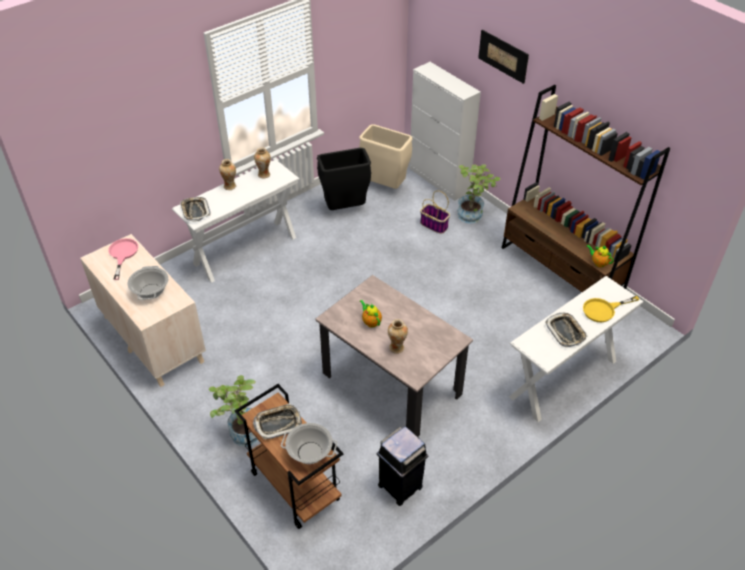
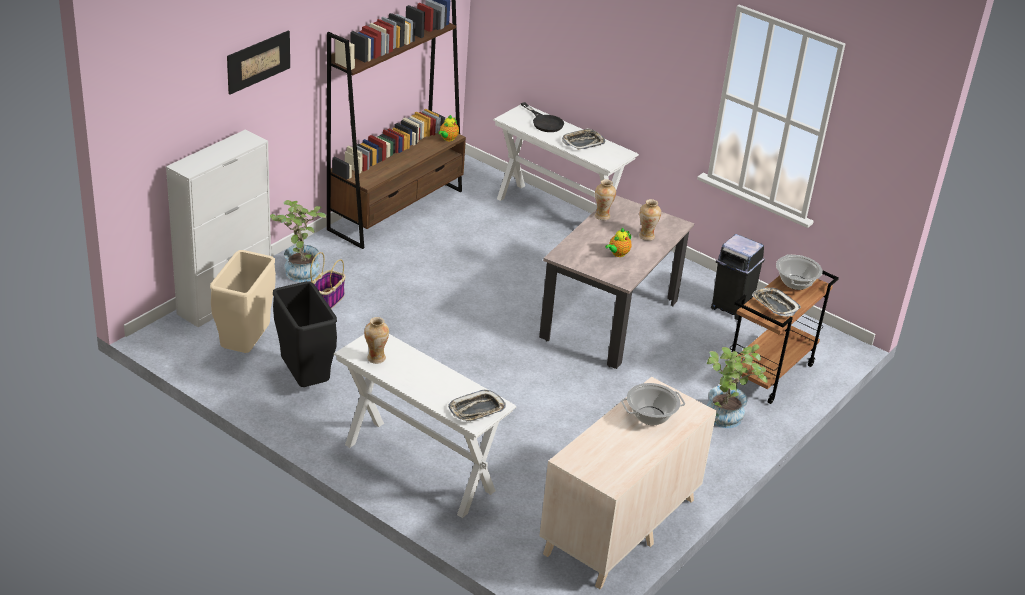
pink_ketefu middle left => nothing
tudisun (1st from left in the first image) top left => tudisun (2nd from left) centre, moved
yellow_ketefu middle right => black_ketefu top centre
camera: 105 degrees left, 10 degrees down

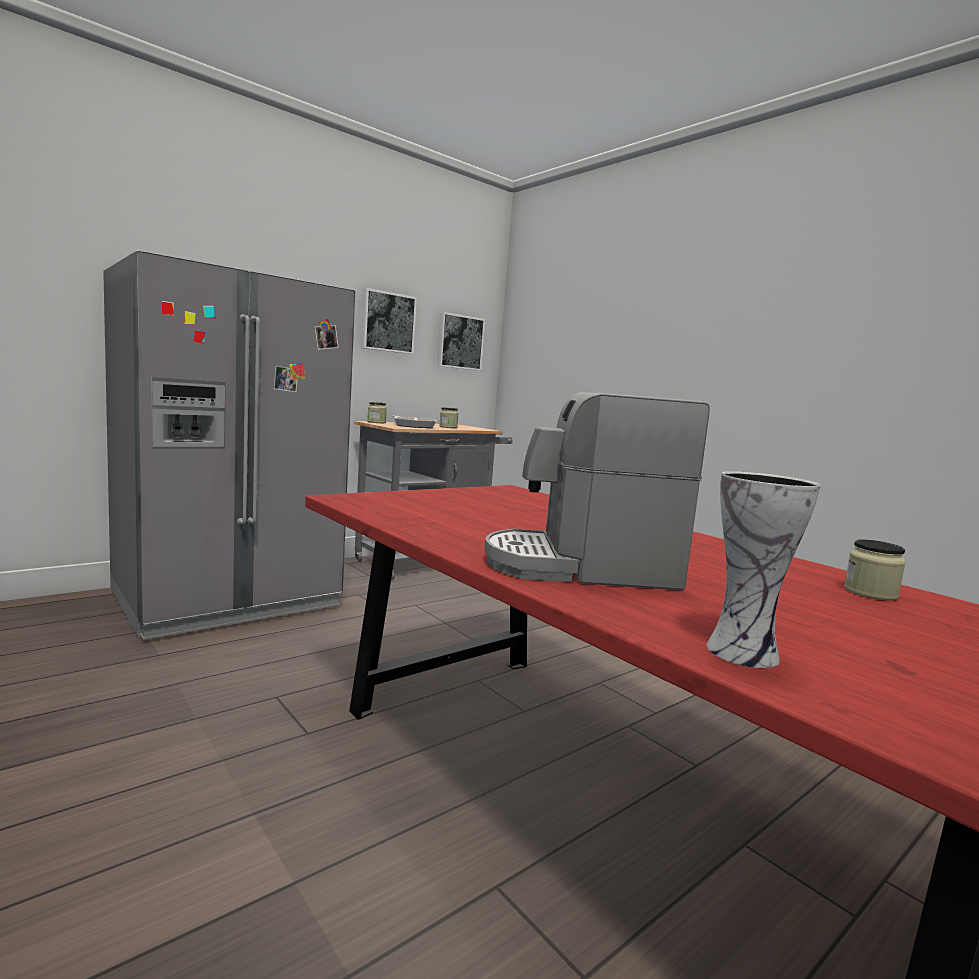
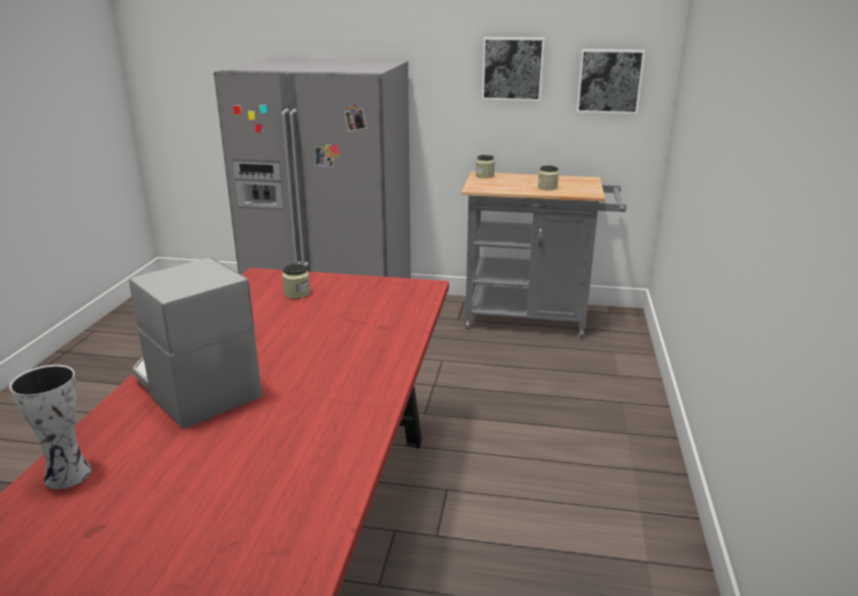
ketefu centre => nothing
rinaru (3rd from left in the first image) middle right => rinaru (1st from left) centre, moved
camera: 50 degrees right, 15 degrees up

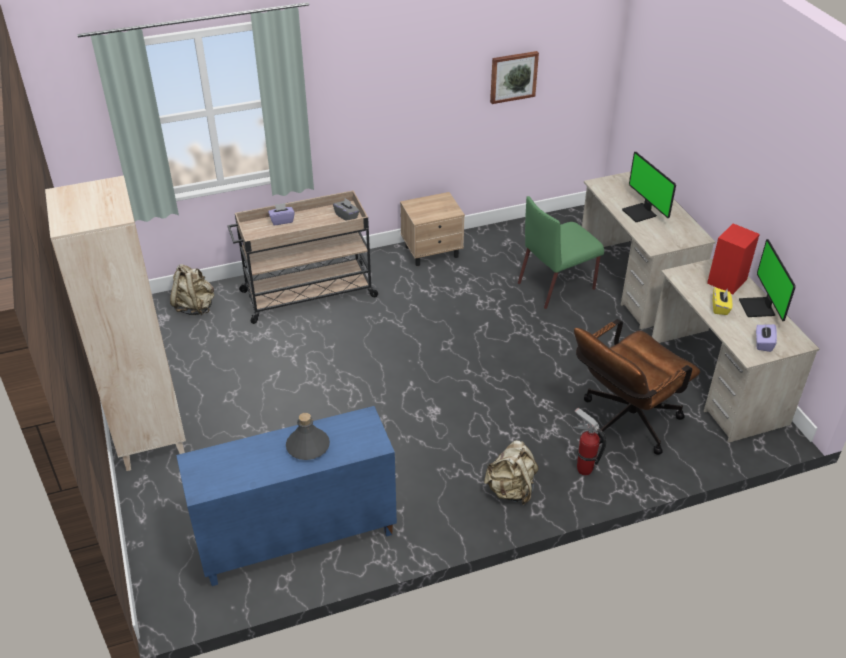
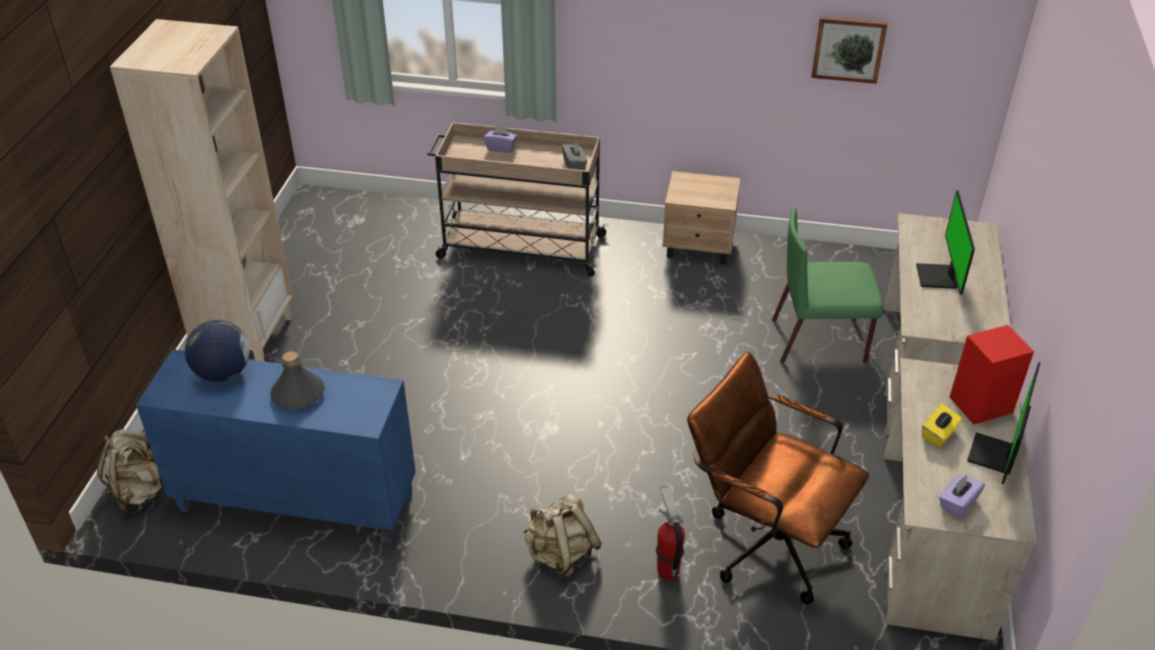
nothing => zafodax middle left
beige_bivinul (1st from left) middle left => beige_bivinul (1st from left) bottom left, moved
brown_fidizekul middle right => brown_fidizekul bottom right, 45 degrees clockwise
camera: 30 degrees right, 0 degrees up

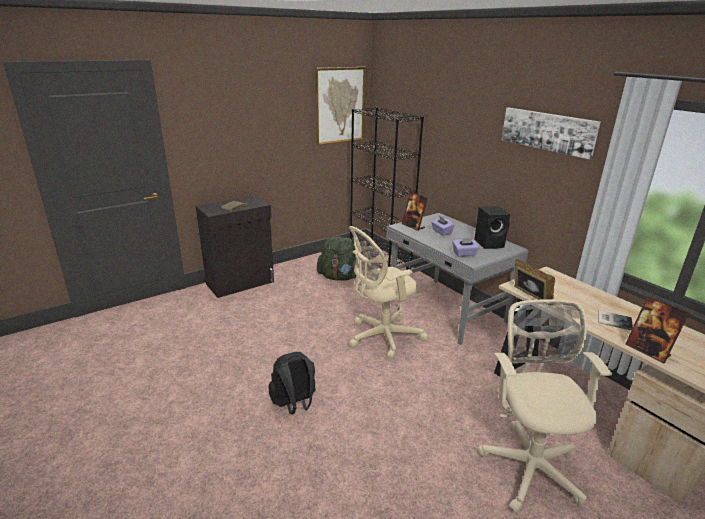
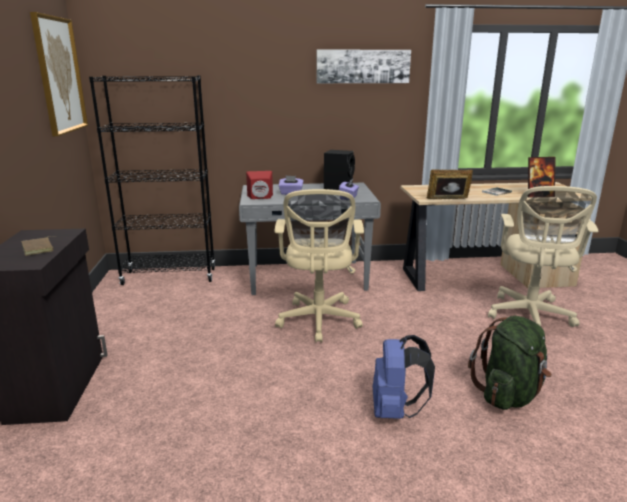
green_bivinul centre => green_bivinul bottom right, moved
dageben (1st from left) centre => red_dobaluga centre
black_bivinul bottom centre => blue_bivinul bottom centre
beige_fidizekul (2nd from left) bottom right => beige_fidizekul (2nd from left) middle right, 105 degrees counterclockwise
camera: 60 degrees left, 5 degrees down

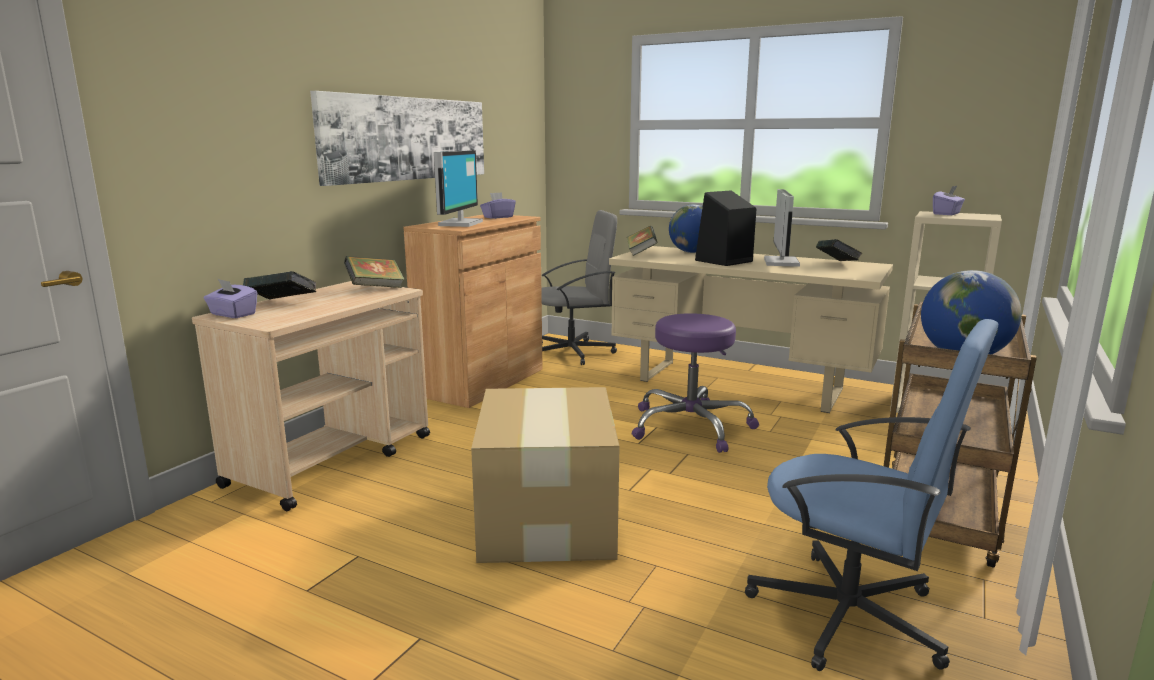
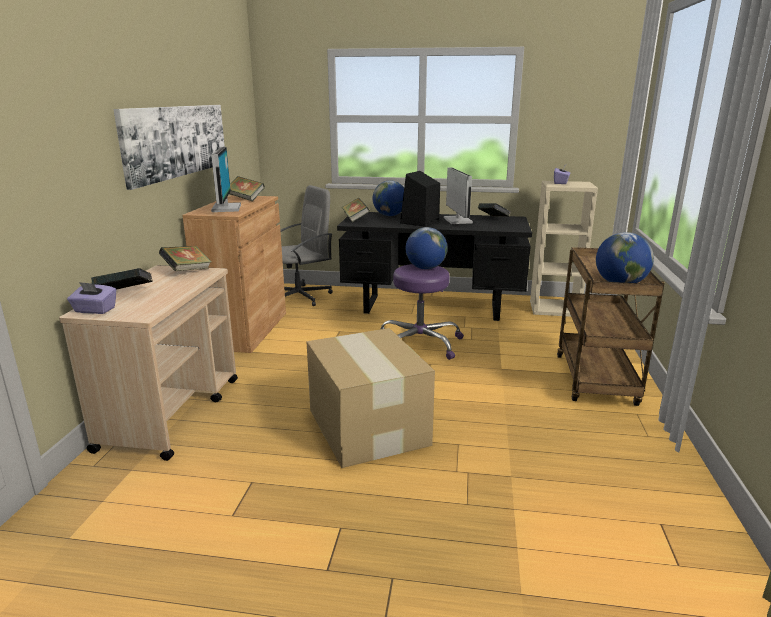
blue_fidizekul bottom right => nothing
nothing => zafodax (2nd from left) centre
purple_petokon (2nd from left) top centre => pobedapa (3rd from left) top left
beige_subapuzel centre => black_subapuzel centre
camera: 20 degrees left, 5 degrees up

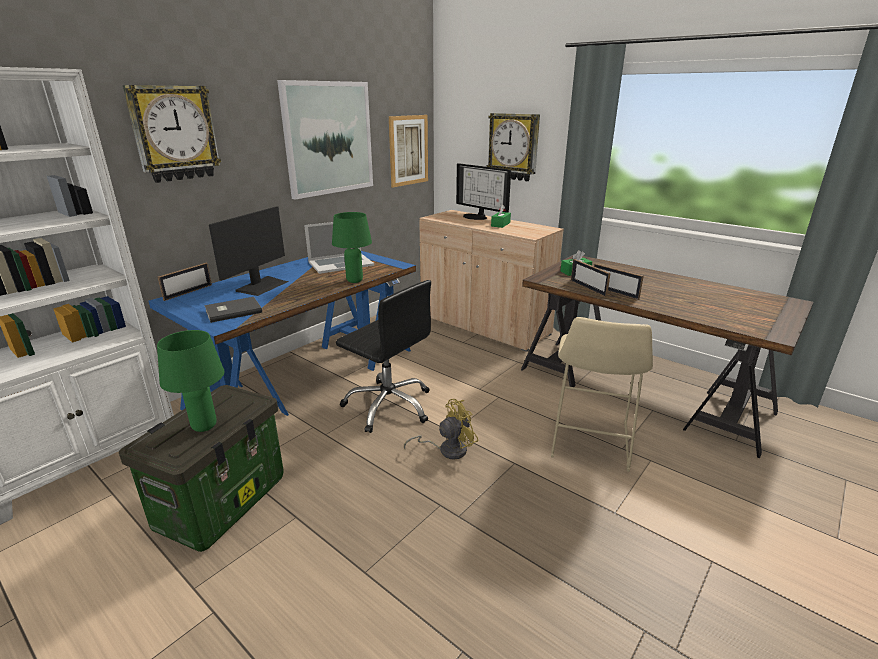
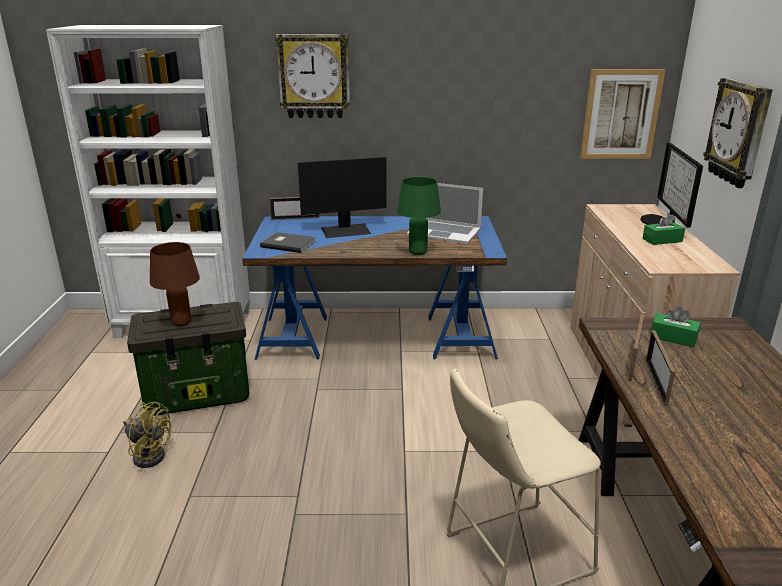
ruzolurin (1st from left) top centre => nothing
black_fidizekul centre => nothing
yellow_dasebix centre => yellow_dasebix bottom left, moved
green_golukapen (1st from left) middle left => brown_golukapen middle left
camera: 50 degrees right, 0 degrees up

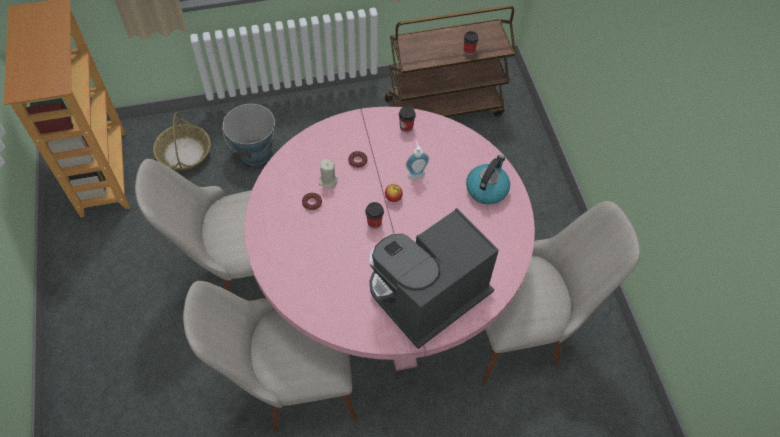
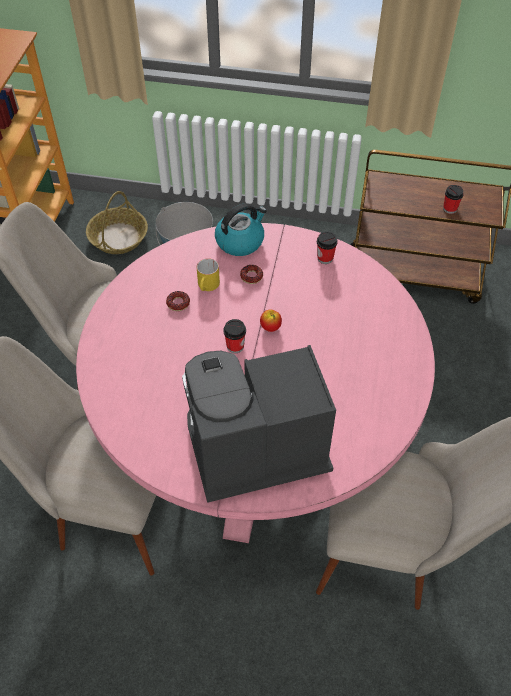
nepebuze centre => nothing
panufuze centre => panufuze top centre, moved
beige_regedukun centre => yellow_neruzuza centre
camera: 25 degrees right, 5 degrees down

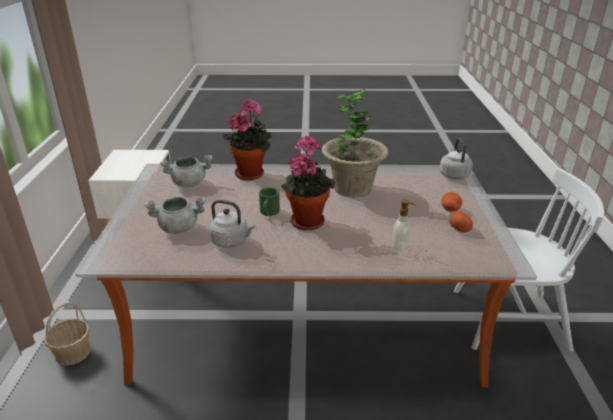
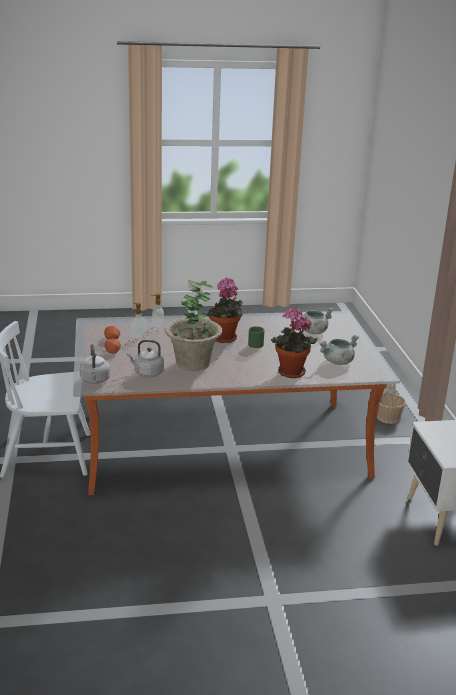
nothing => nepebuze (1st from left) middle left
grey_panufuze (1st from left in the first image) centre => grey_panufuze (2nd from left) middle left, moved
camera: 170 degrees right, 5 degrees down

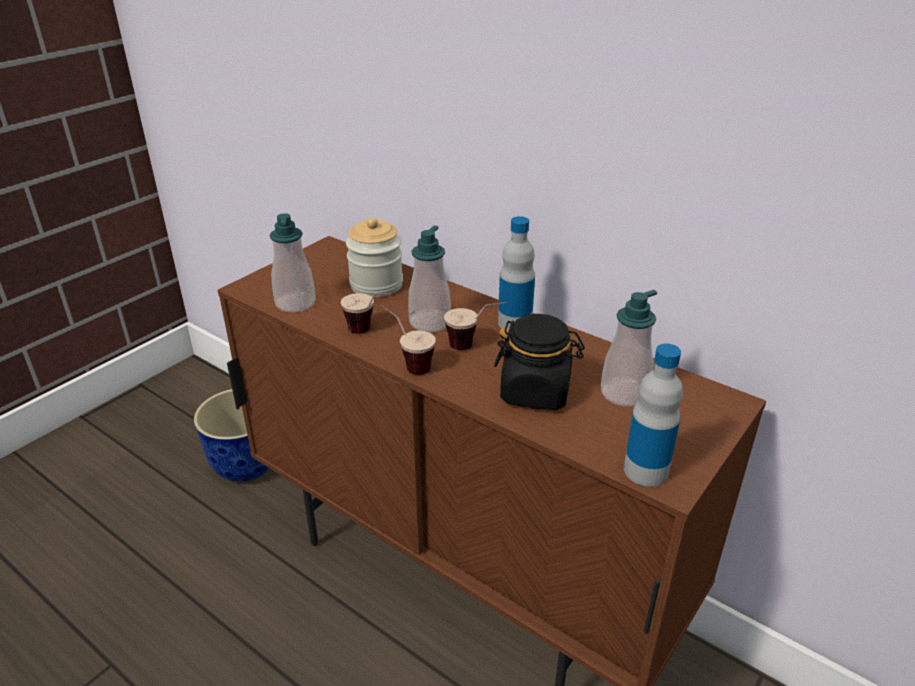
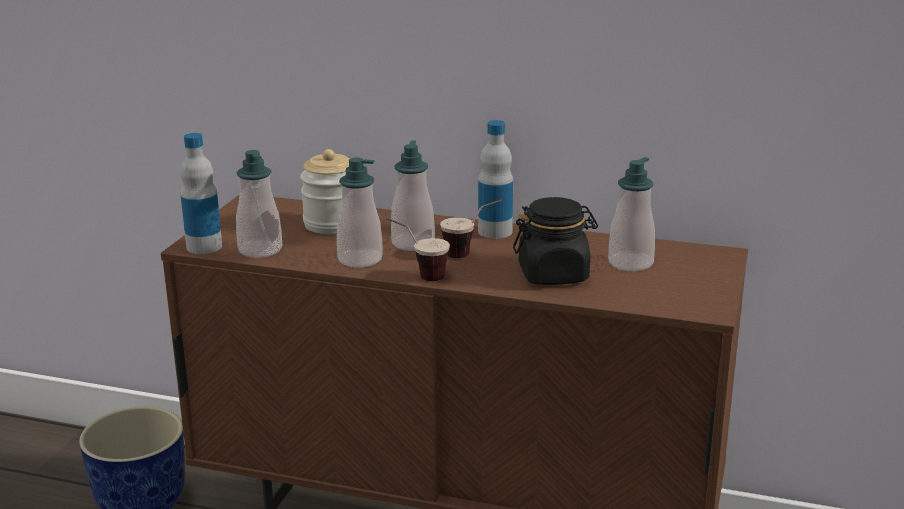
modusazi (2nd from left in the first image) middle right => modusazi (1st from left) middle left, moved
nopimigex (1st from left) centre => nepebuze (2nd from left) centre
camera: 20 degrees left, 10 degrees down

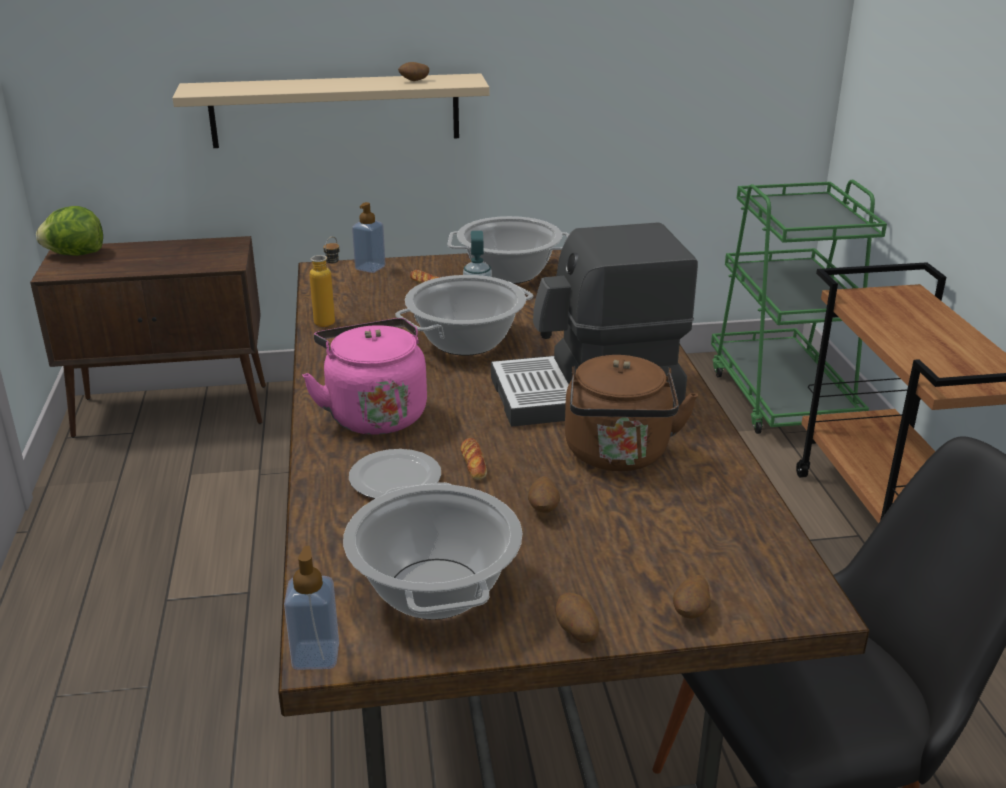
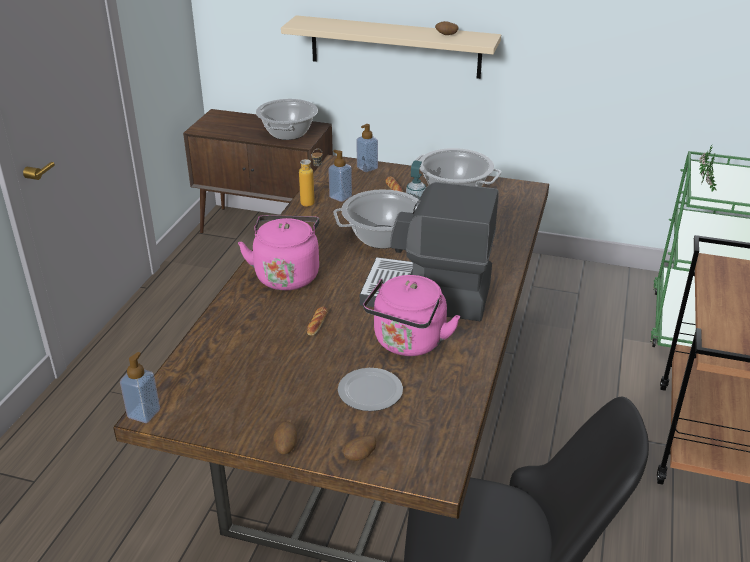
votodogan top left => nothing
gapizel (2nd from left) centre => nothing
nothing => nepebuze (2nd from left) top centre
nothing => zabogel top right
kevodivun (1st from left) bottom centre => kevodivun (1st from left) top centre, moved
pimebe centre => pimebe bottom centre, moved
brown_panufuze centre => pink_panufuze (2nd from left) centre
camera: 25 degrees right, 5 degrees up

